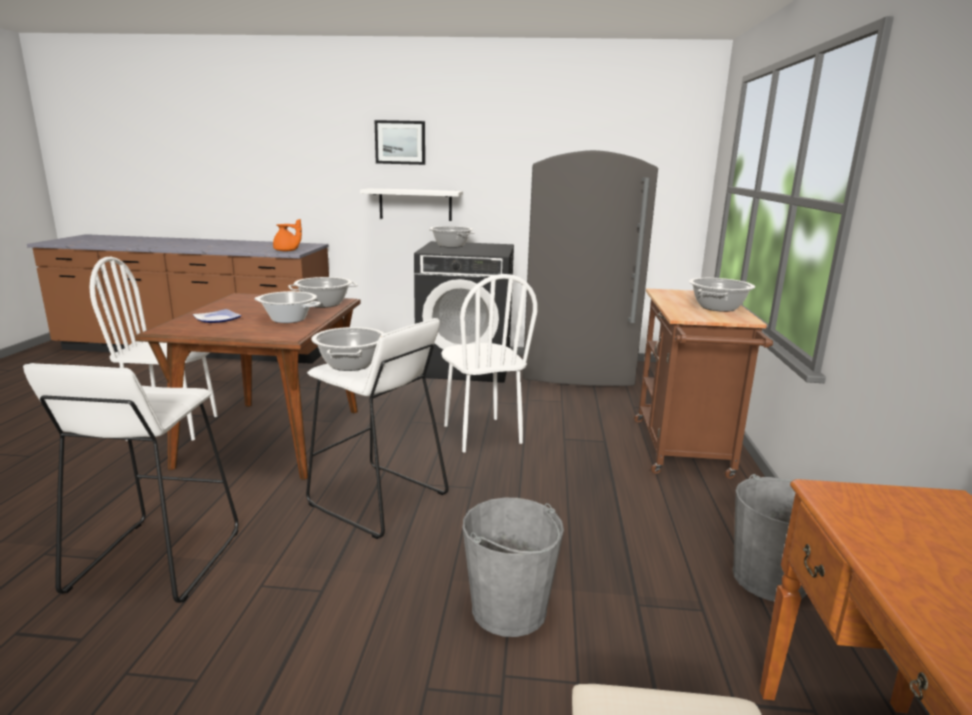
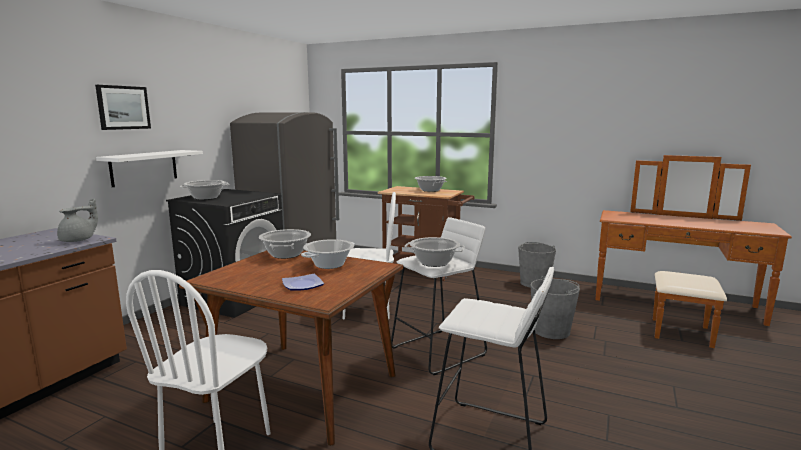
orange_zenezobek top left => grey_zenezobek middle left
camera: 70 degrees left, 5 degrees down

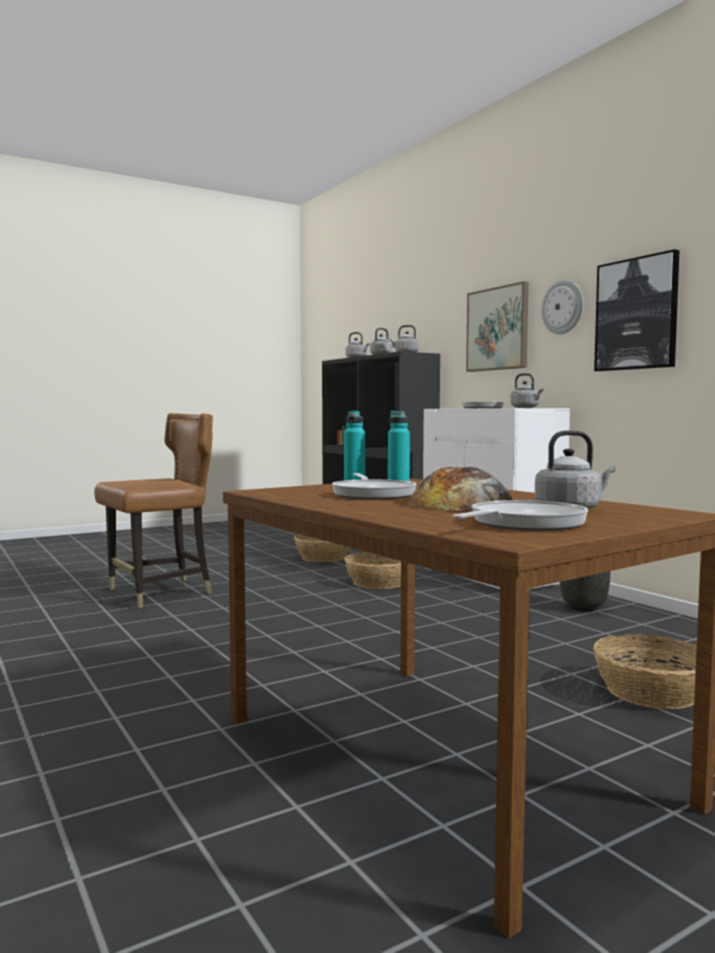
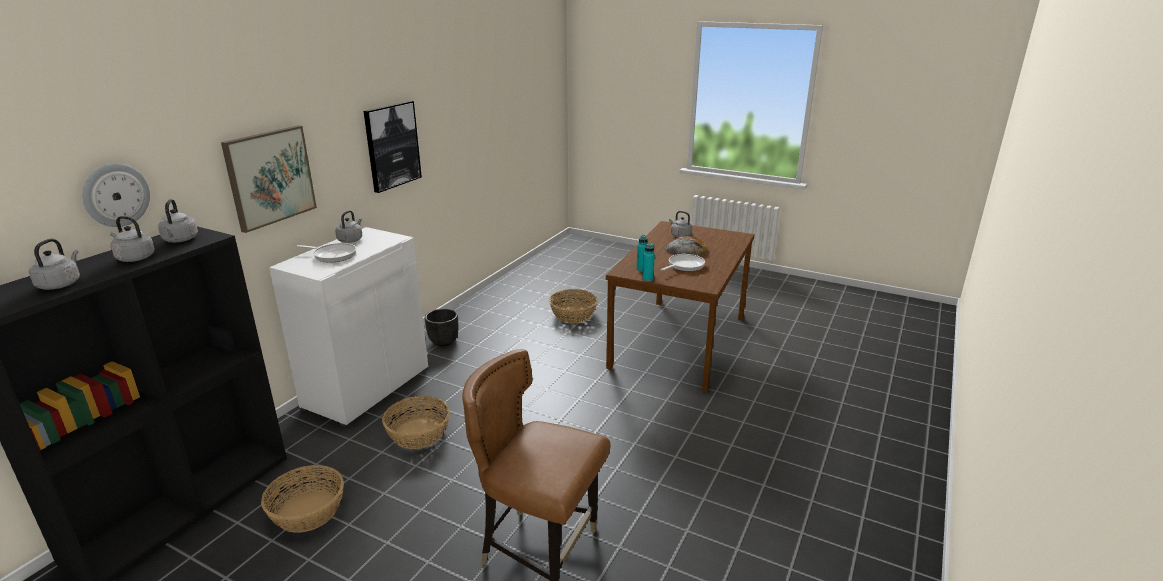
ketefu (3rd from left) middle right => nothing
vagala top right => vagala middle left, moved
camera: 120 degrees left, 20 degrees up

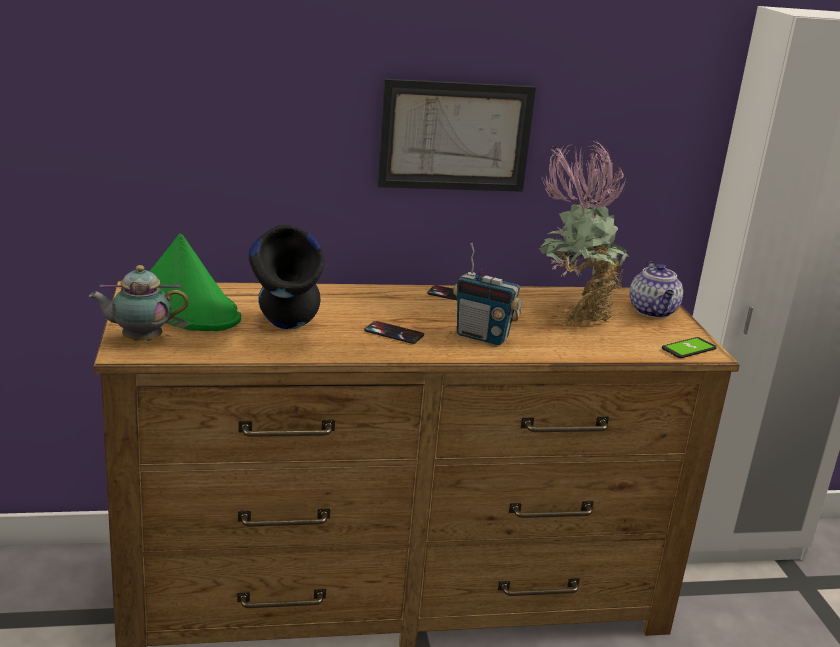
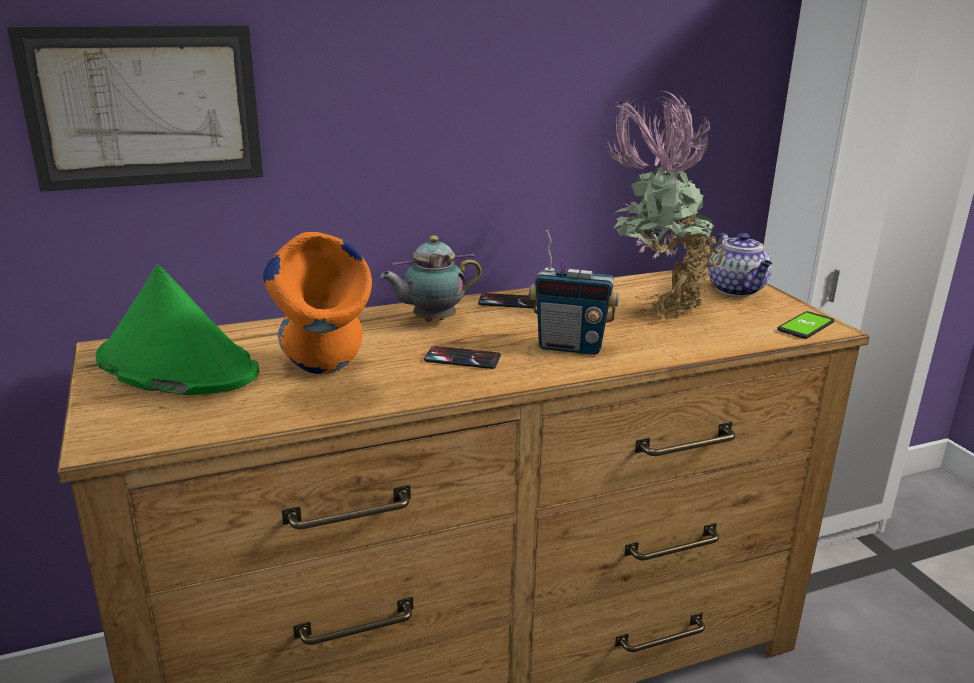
zenezobek (1st from left) middle left => zenezobek (1st from left) centre, moved
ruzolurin top centre => ruzolurin top left, moved
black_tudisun centre => orange_tudisun middle left
camera: 10 degrees left, 0 degrees up

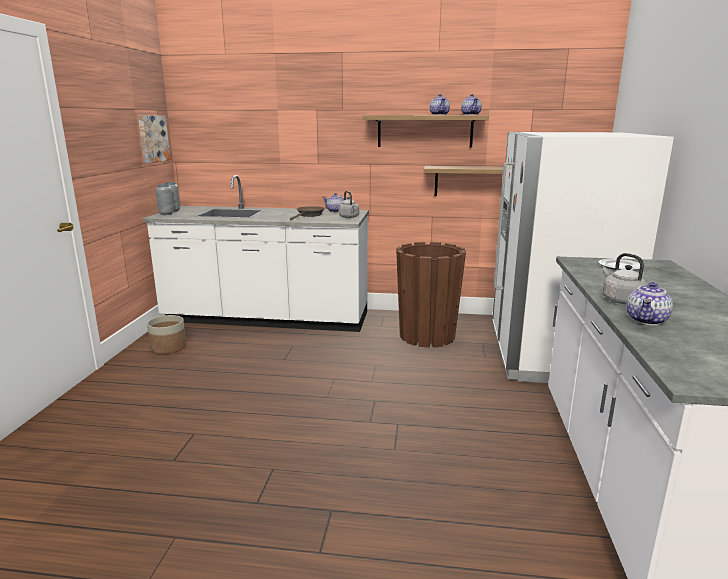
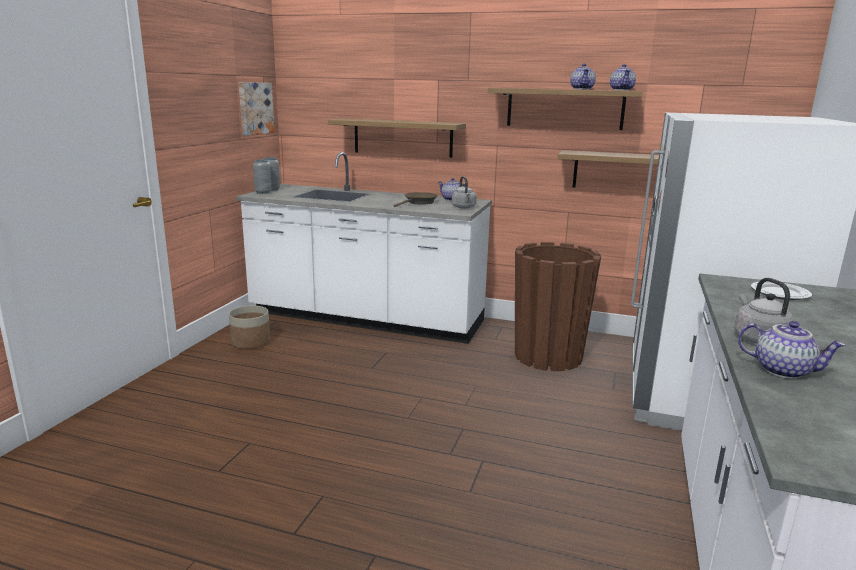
nothing => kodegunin (1st from left) top centre
zenezobek (4th from left) middle right, 105 degrees counterclockwise
camera: 10 degrees right, 0 degrees up

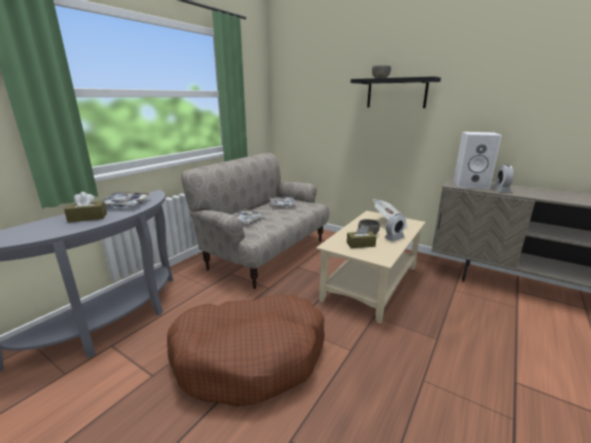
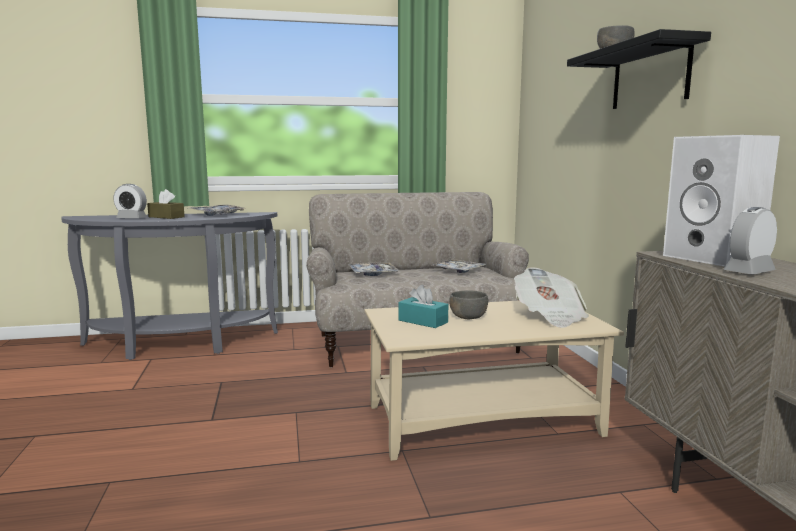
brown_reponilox bottom centre => nothing
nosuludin (1st from left) middle right => nosuludin (1st from left) middle left, moved
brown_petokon (2nd from left) centre => turquoise_petokon centre
camera: 45 degrees right, 10 degrees down

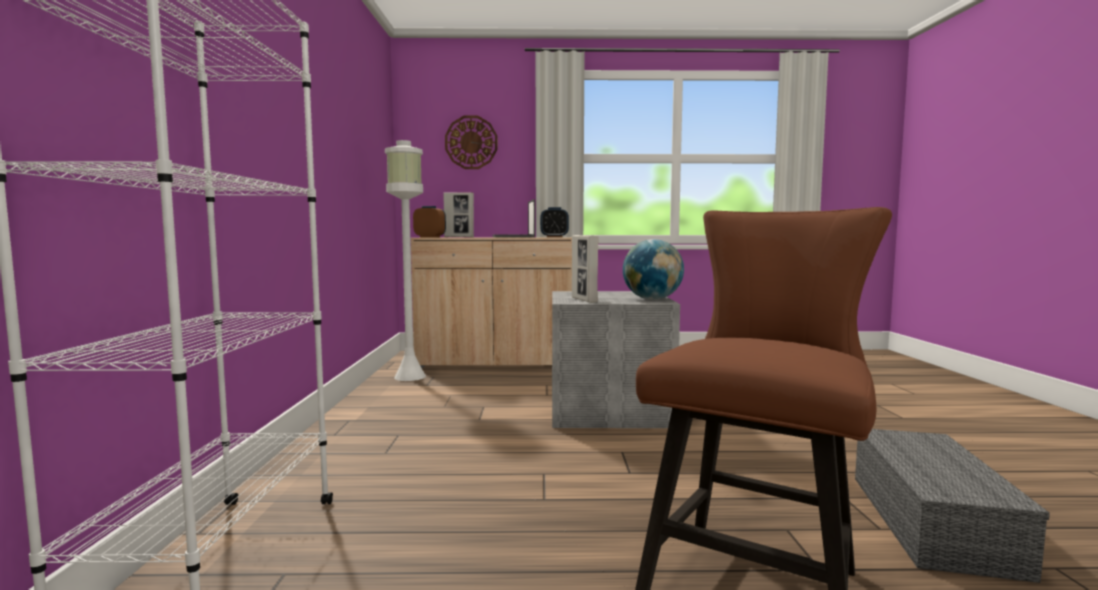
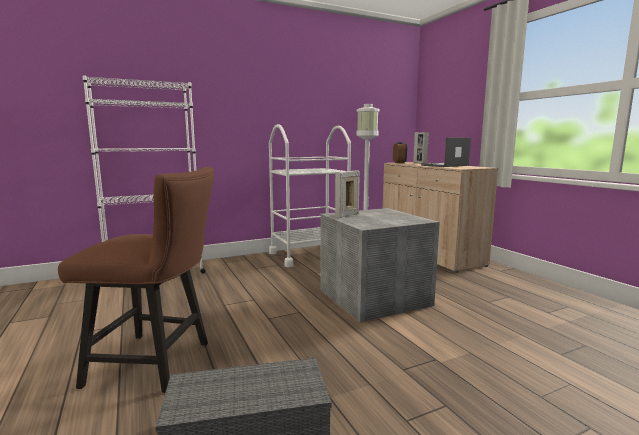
vagala top centre => nothing
nosuludin (2nd from left) centre => nothing
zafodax centre => nothing
nothing => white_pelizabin centre
camera: 65 degrees right, 5 degrees up

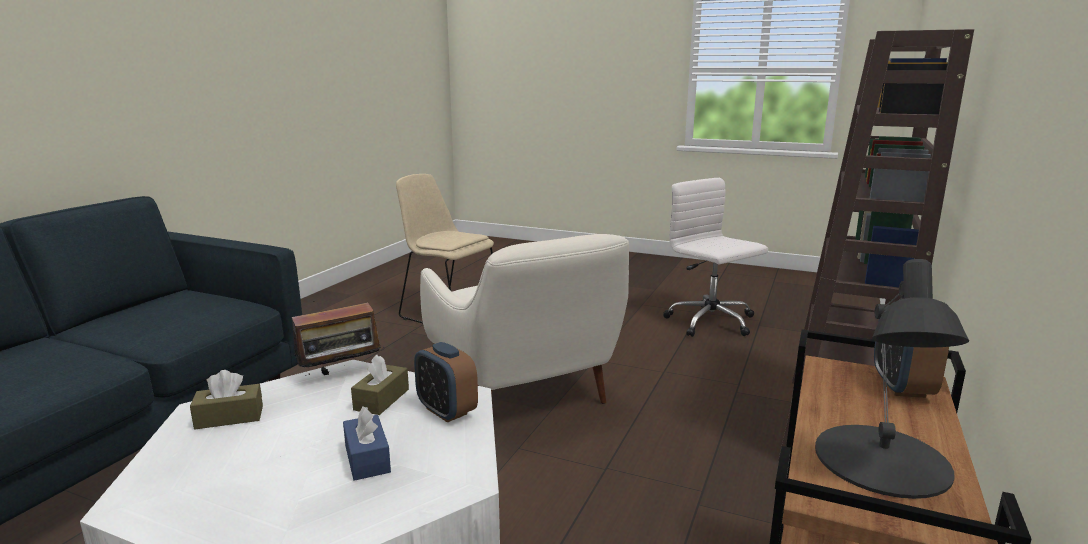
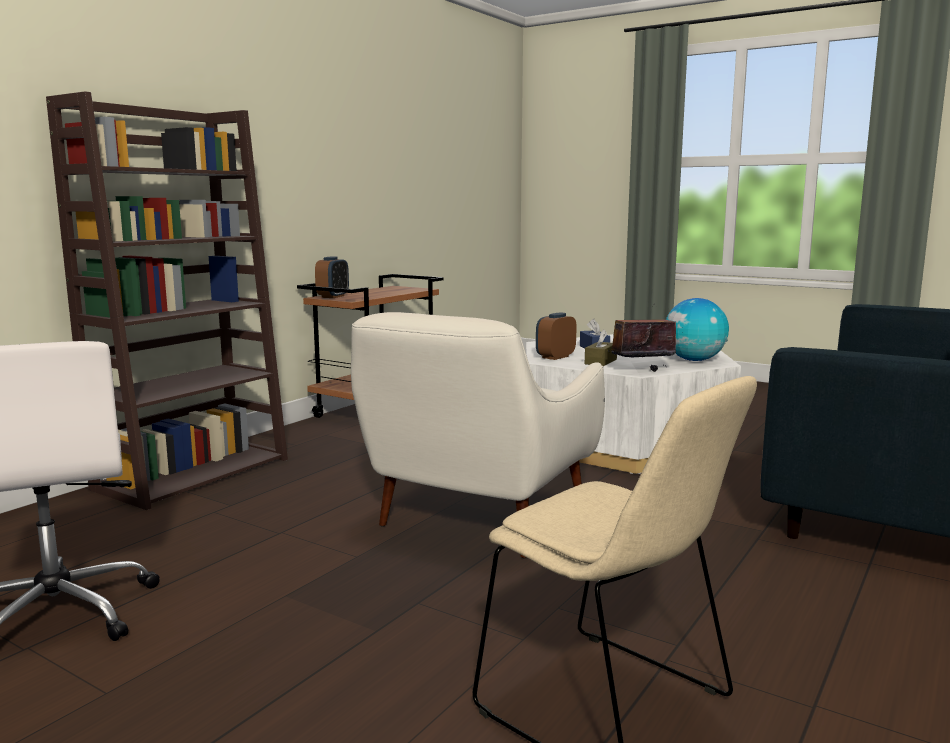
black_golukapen bottom right => nothing
brown_petokon (1st from left) bottom left => zafodax middle right
nosuludin (1st from left in the first image) bottom centre => nosuludin (2nd from left) centre, 105 degrees counterclockwise
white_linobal centre, 135 degrees counterclockwise
camera: 170 degrees left, 5 degrees down

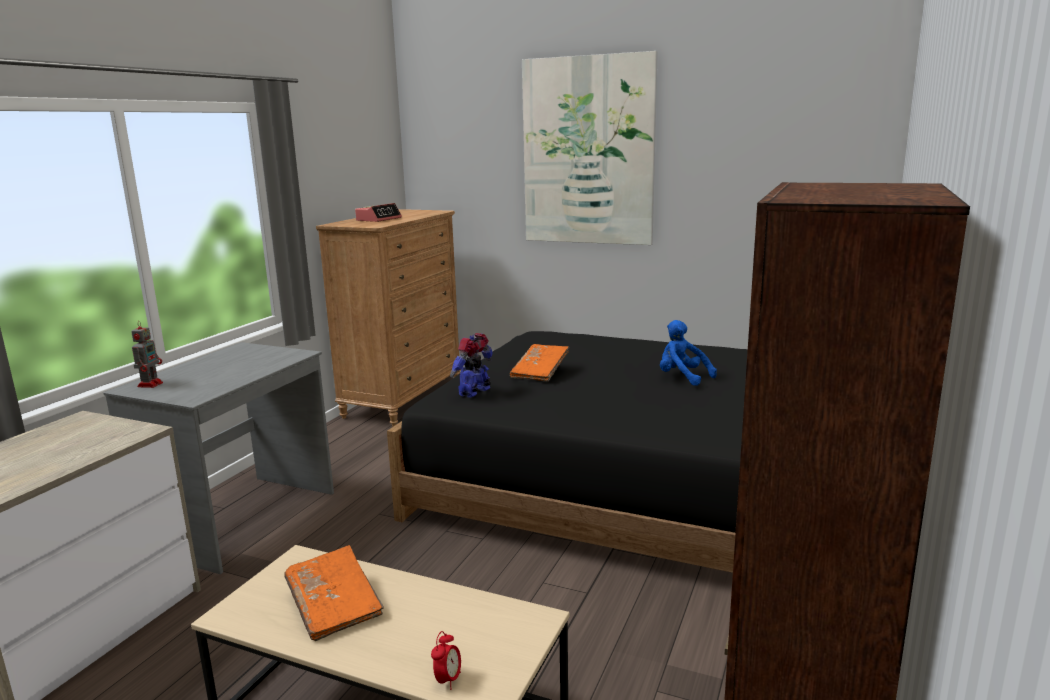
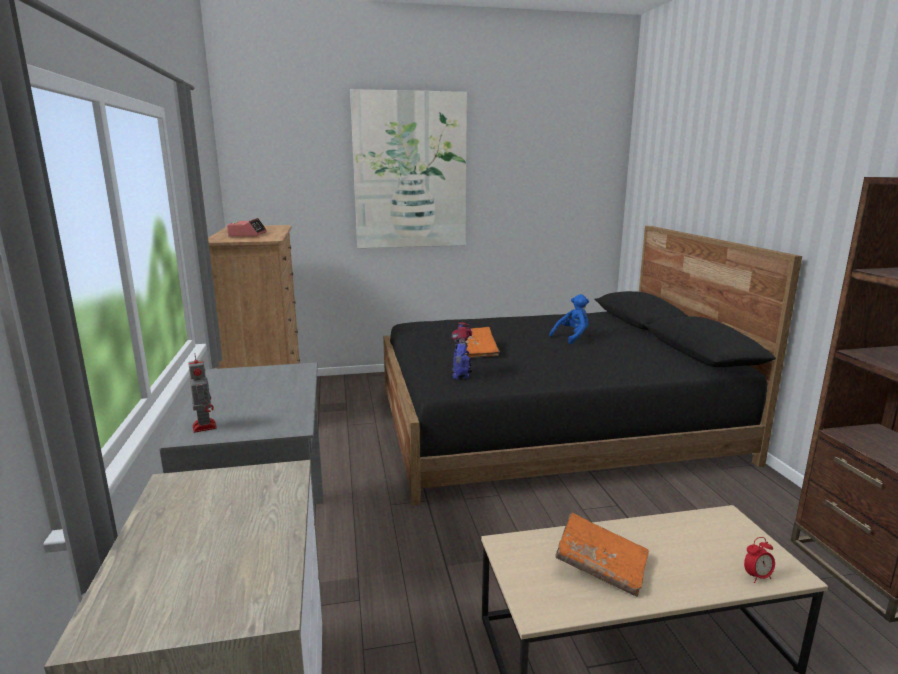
nosuludin (2nd from left) bottom centre => nosuludin (2nd from left) bottom right, 90 degrees clockwise
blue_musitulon centre, 135 degrees clockwise
camera: 35 degrees left, 0 degrees up

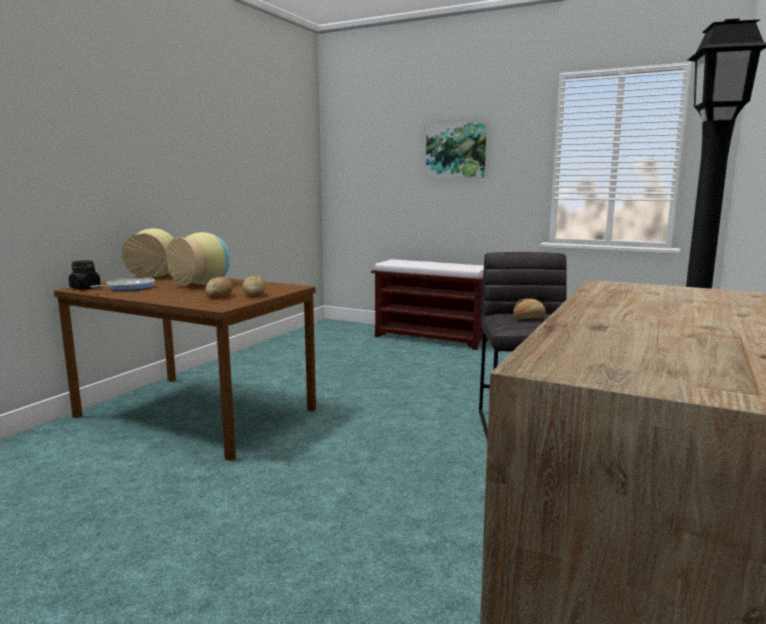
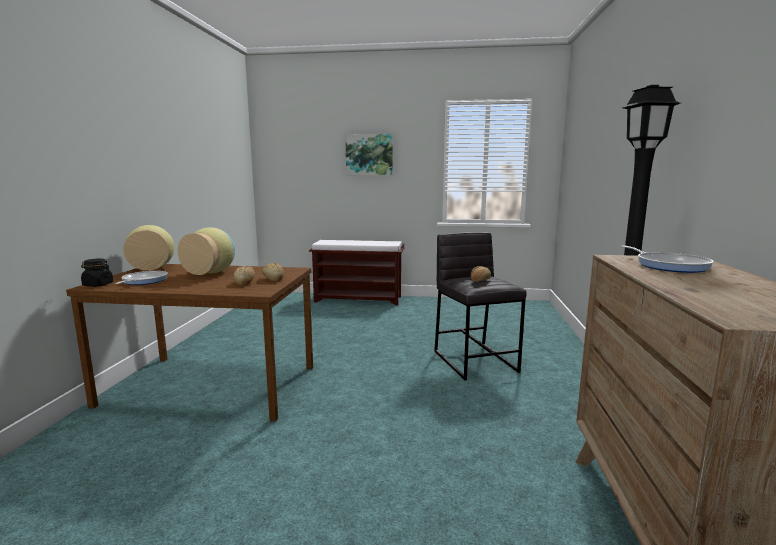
nothing => ketefu (2nd from left) middle right
camera: 20 degrees left, 0 degrees up

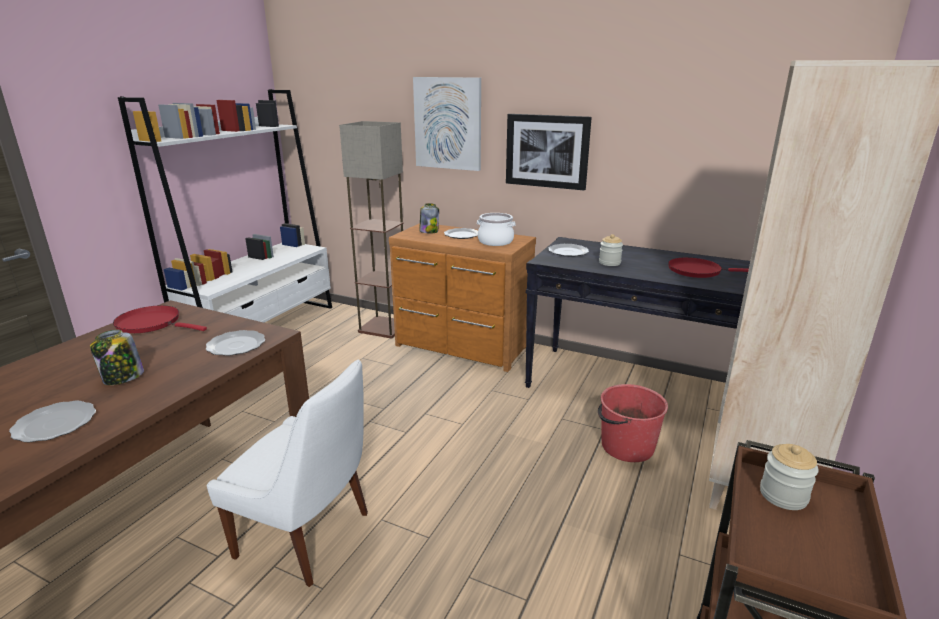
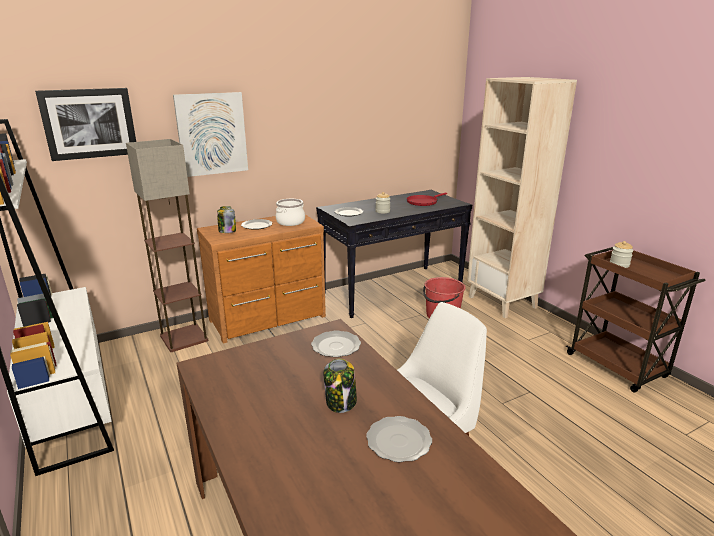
red_ketefu (1st from left) middle left => nothing
ruzolurin (2nd from left in the first image) top centre => ruzolurin (1st from left) top left, moved
camera: 55 degrees left, 0 degrees up

